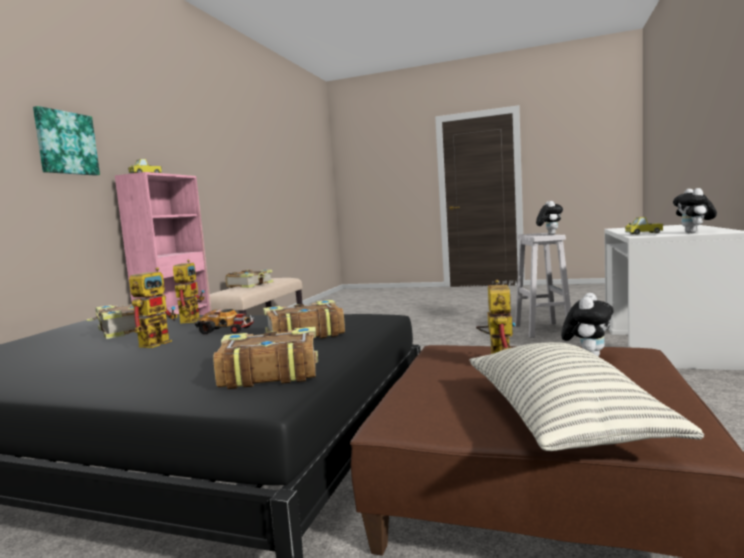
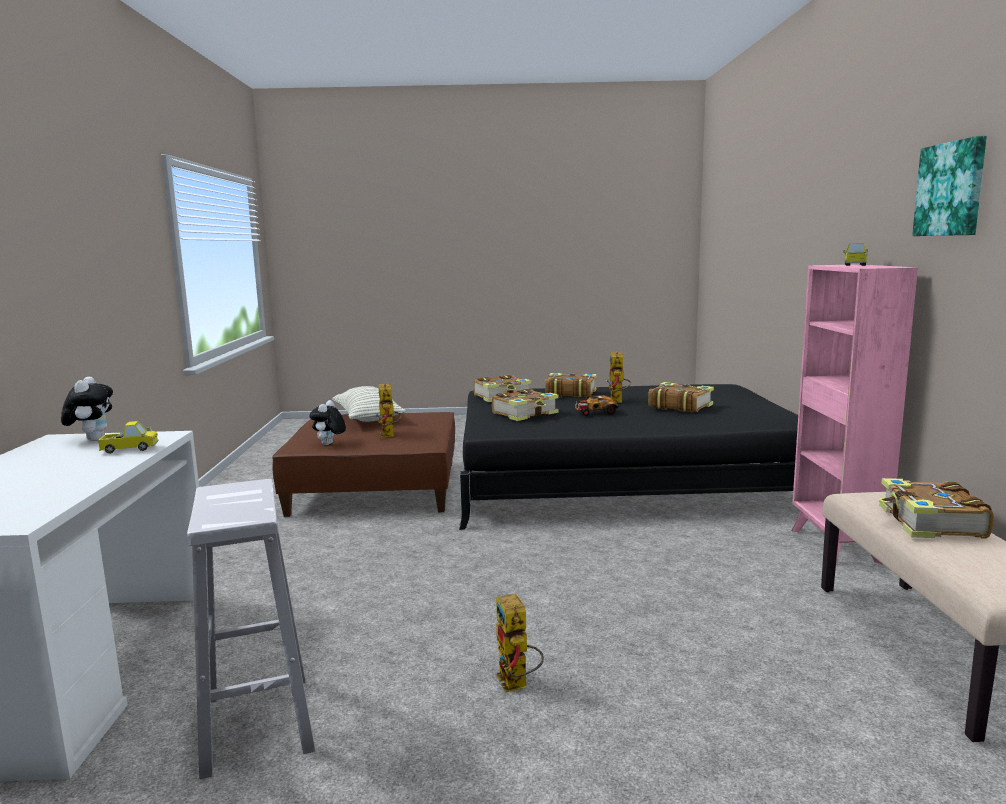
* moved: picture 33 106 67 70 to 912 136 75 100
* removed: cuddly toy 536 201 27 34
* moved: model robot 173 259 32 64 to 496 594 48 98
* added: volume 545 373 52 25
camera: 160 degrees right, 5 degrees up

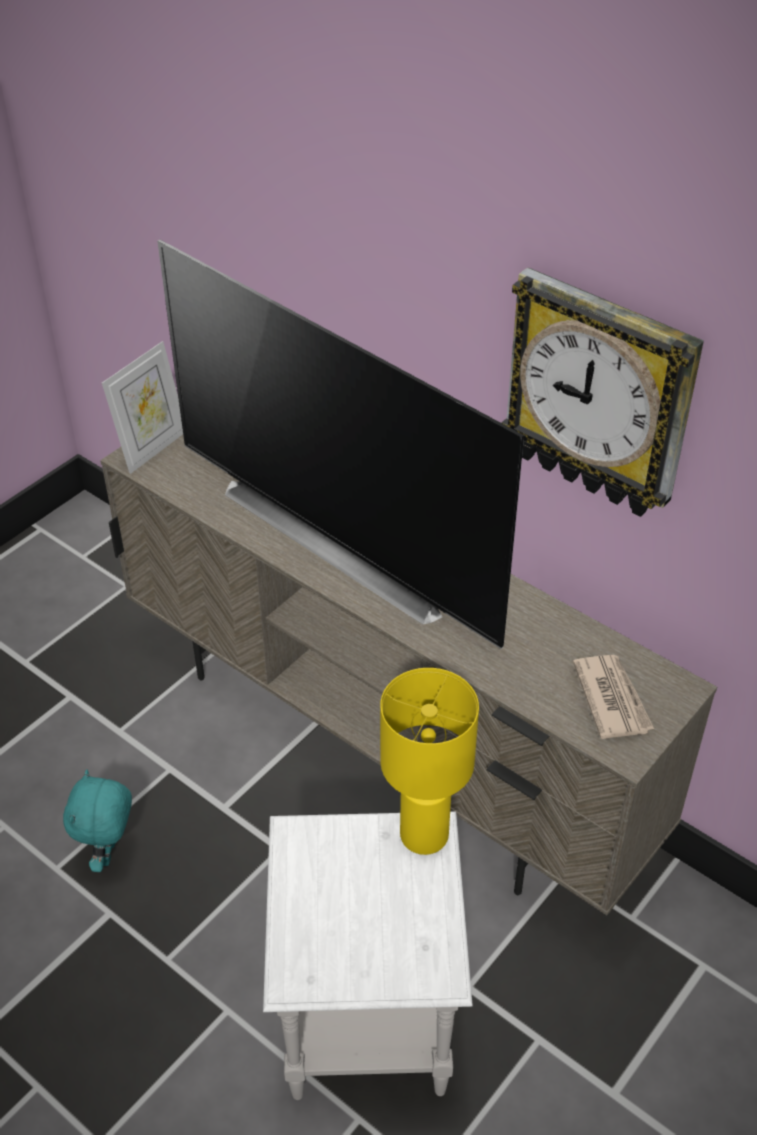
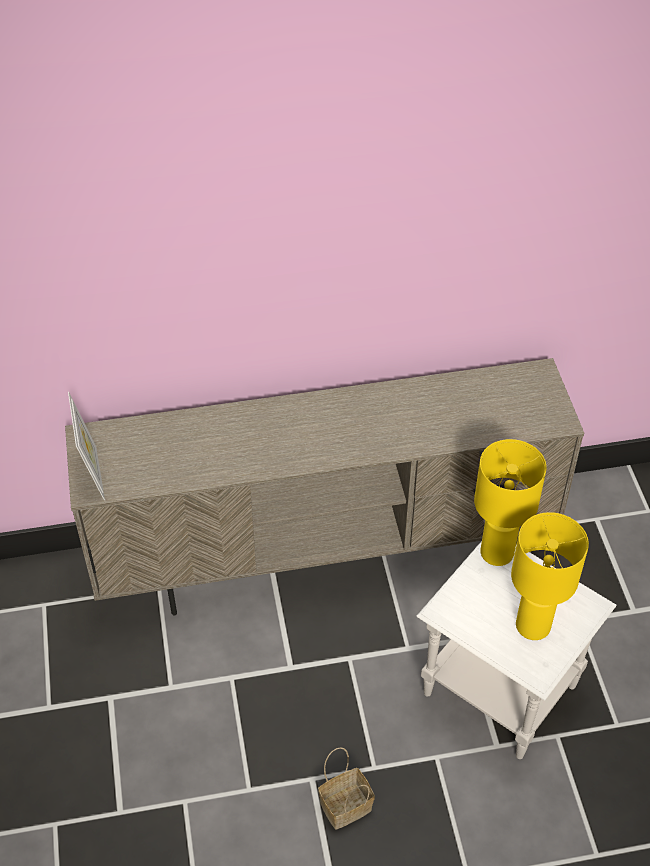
* removed: television 157 240 367 409
* removed: clock on the wall 501 267 203 250
* removed: newspaper 573 655 81 84
* removed: cuddly toy/turquoise-coloured 63 770 69 102
* added: lamp for a table/yellow-coloured 511 512 78 128
* added: basket 318 747 57 83
camera: 50 degrees left, 5 degrees up

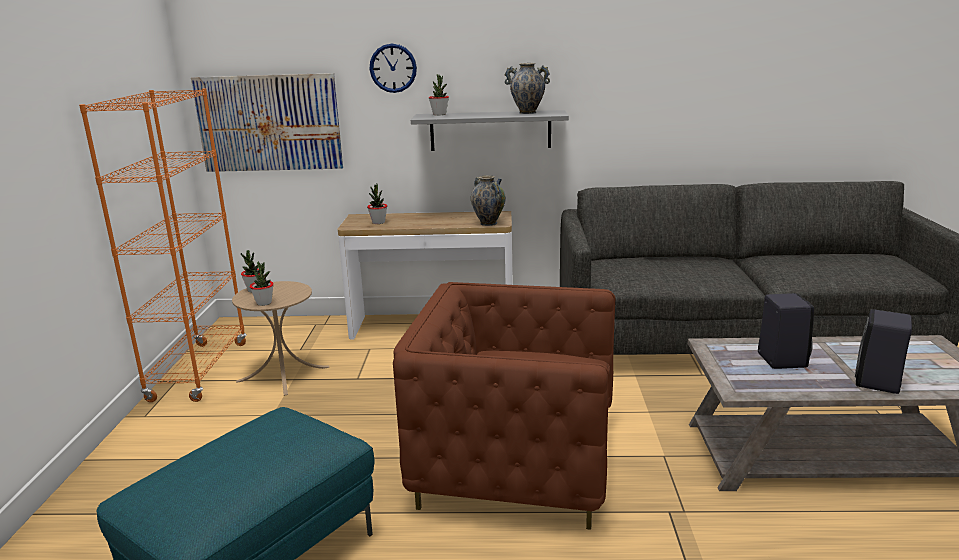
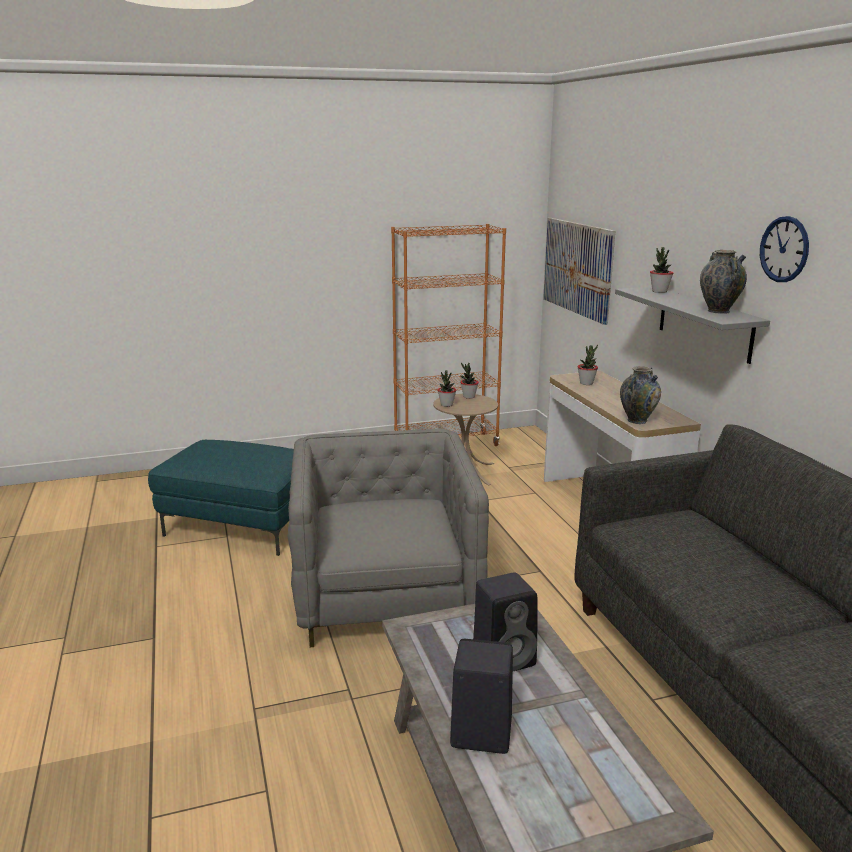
* moved: clock on the wall 370 44 47 49 to 760 216 49 66
* recoloured: easy chair/brownish 393 282 222 248 to easy chair/grey 287 429 202 218
camera: 70 degrees right, 0 degrees up

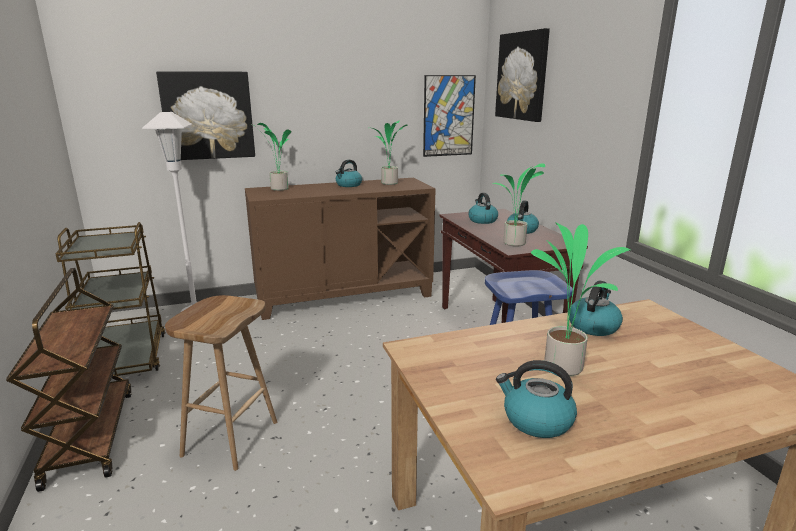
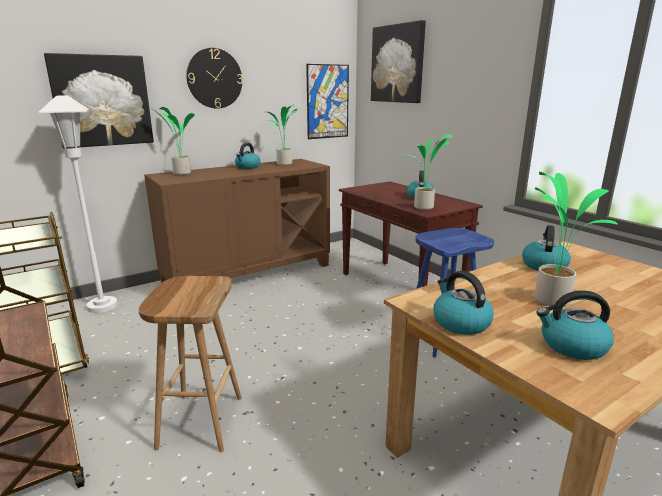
* moved: tea kettle 468 193 30 31 to 433 271 61 64
* added: clock on the wall 186 48 57 61
camera: 15 degrees left, 0 degrees up

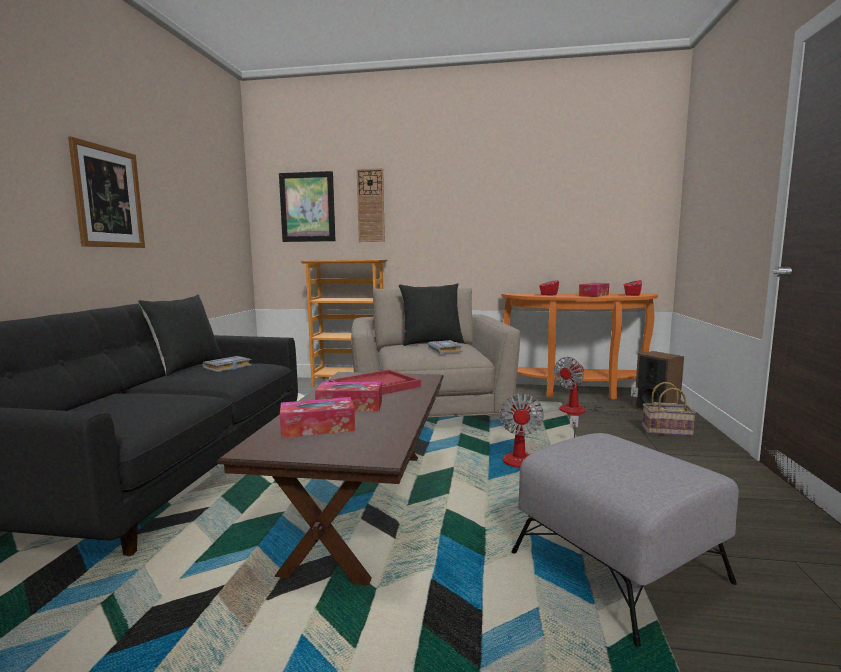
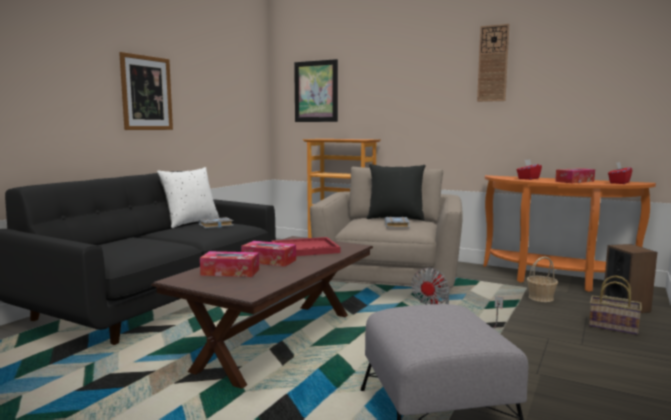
* moved: clock on the wall 357 168 28 74 to 477 24 32 78
* recoloured: cushion/blackish 138 295 84 81 to cushion/white-coloured 157 167 62 61
* replaced: electric fan 554 357 84 58 to basket 527 256 31 46
camera: 20 degrees right, 0 degrees up

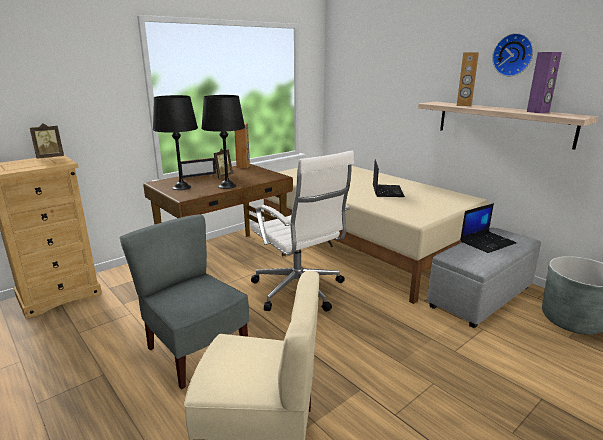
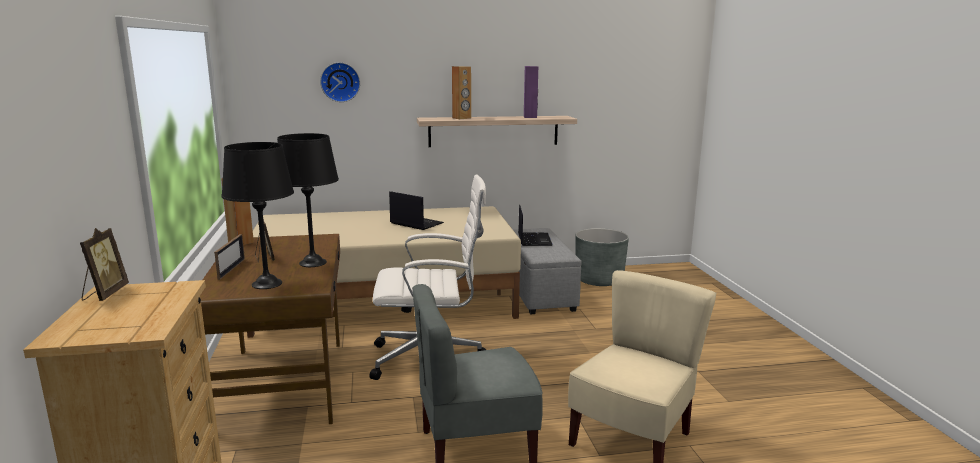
* moved: clock on the wall 492 33 41 43 to 320 62 40 40
camera: 60 degrees left, 5 degrees down

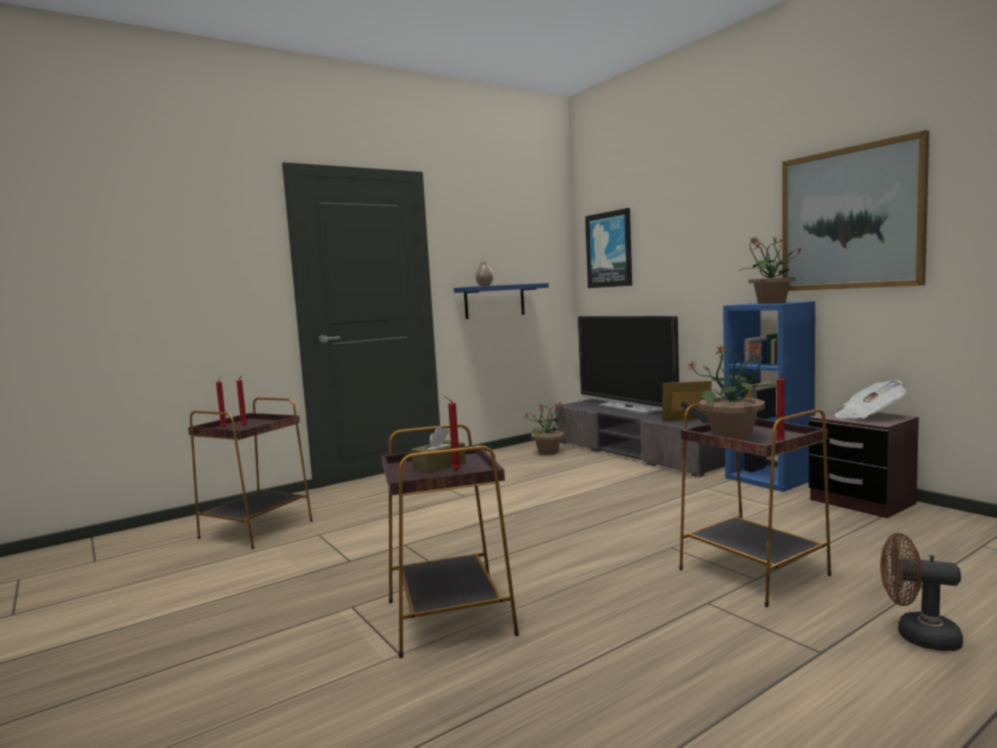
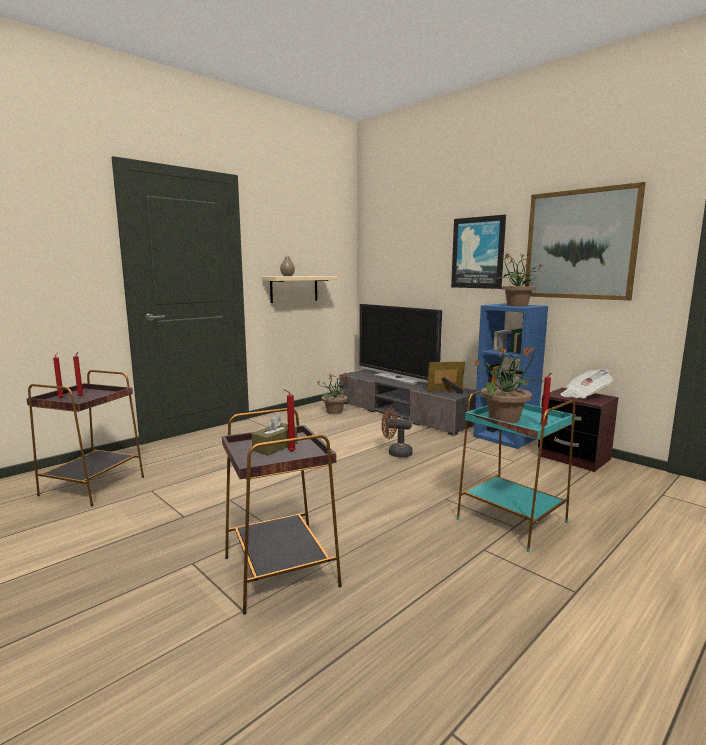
* moved: picture 585 208 47 80 to 451 215 55 74
* recoloured: shelf/blue 454 283 95 36 to shelf/sand-coloured 262 276 76 27
* recoloured: end table/brownish 679 404 152 203 to end table/turquoise-coloured 457 391 118 161
* moved: electric fan/brownish 880 533 83 118 to 382 407 31 50
camera: 10 degrees left, 5 degrees up

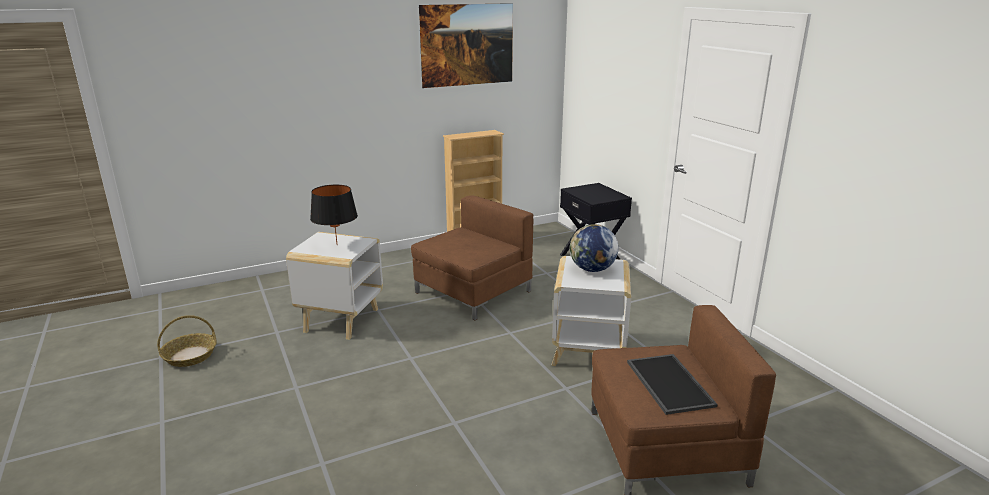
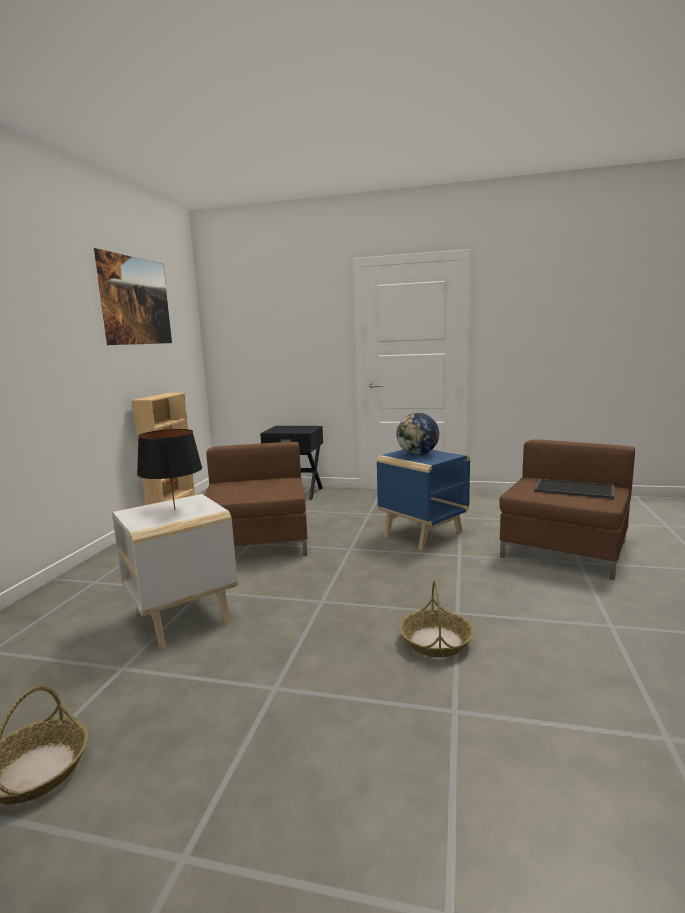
* recoloured: end table/white-coloured 552 256 79 110 to end table/blue 377 449 93 101
* added: basket 399 580 75 78
camera: 50 degrees left, 10 degrees down

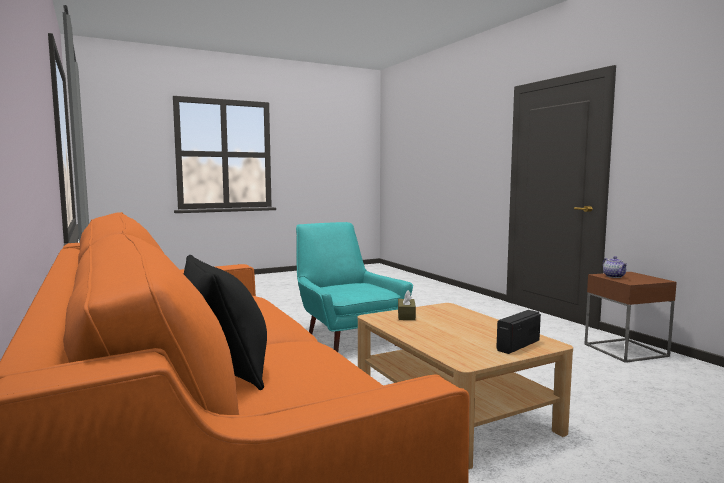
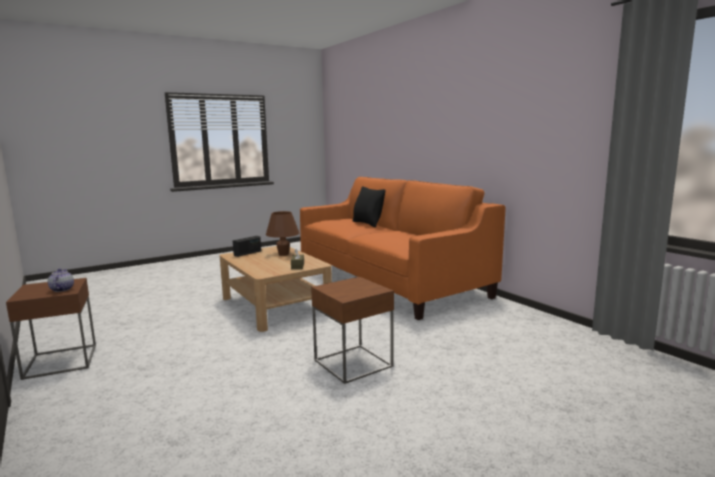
* replaced: easy chair/turquoise-coloured 296 222 117 130 to end table/brownish 311 277 83 107
* added: lamp for a table/brownish 266 211 33 45
camera: 175 degrees right, 5 degrees up

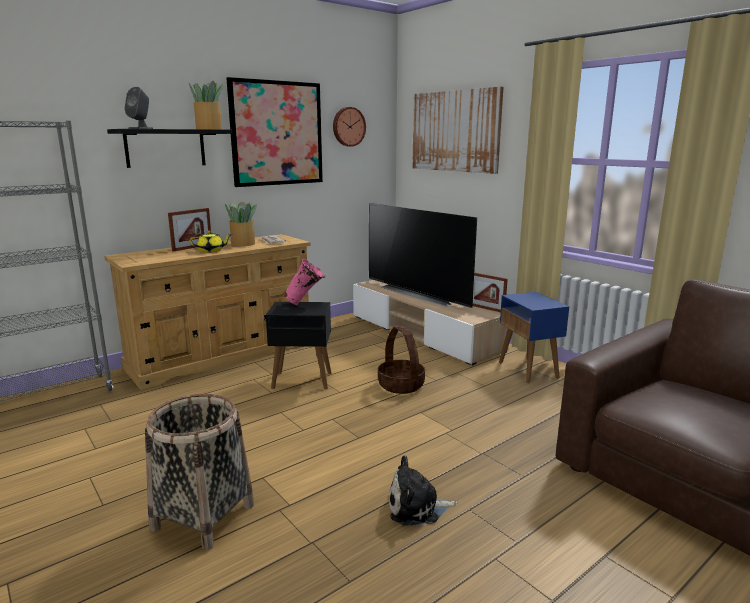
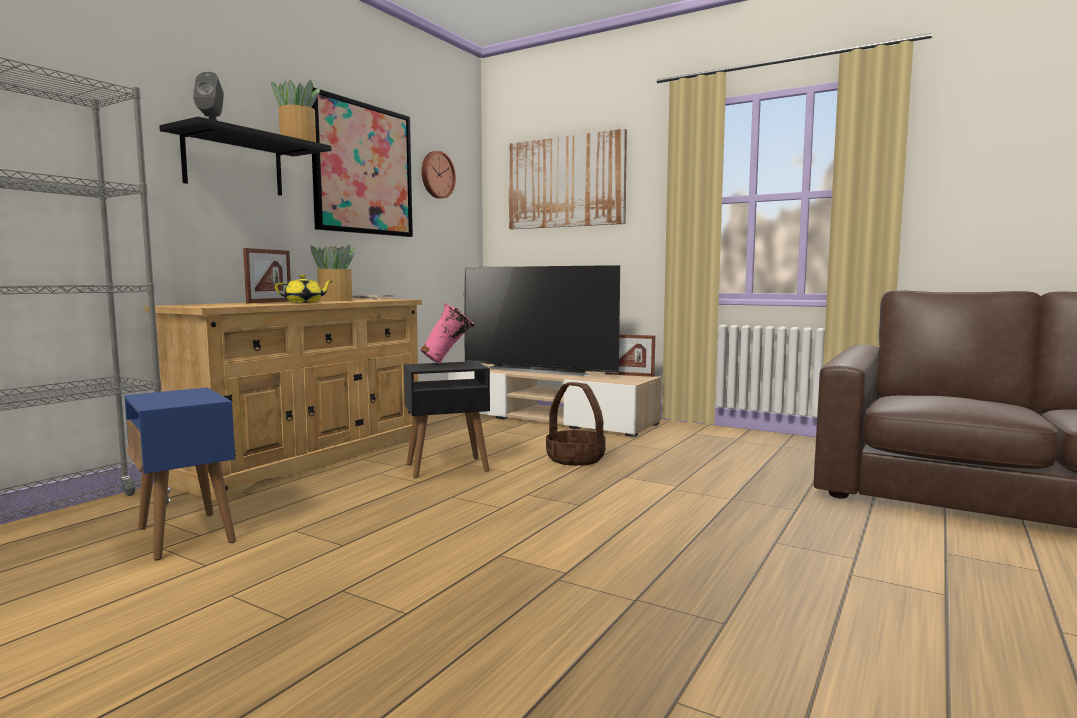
* moved: end table/blue 499 292 70 91 to 124 387 112 173
* removed: basket 145 394 109 156
* removed: cuddly toy 389 456 69 70
camera: 20 degrees left, 10 degrees down

